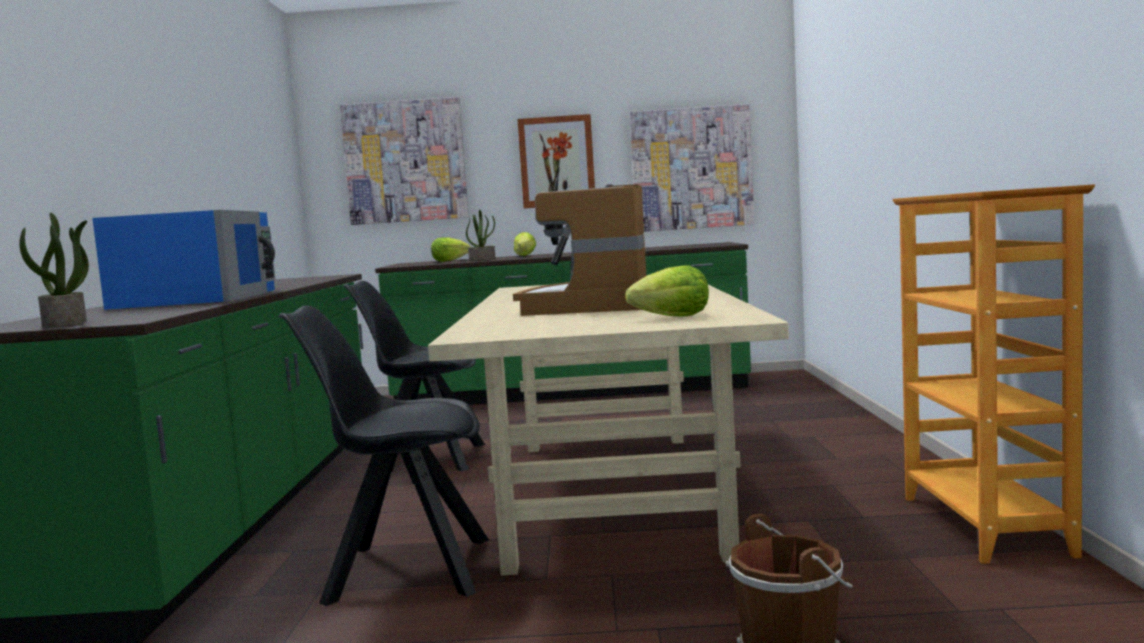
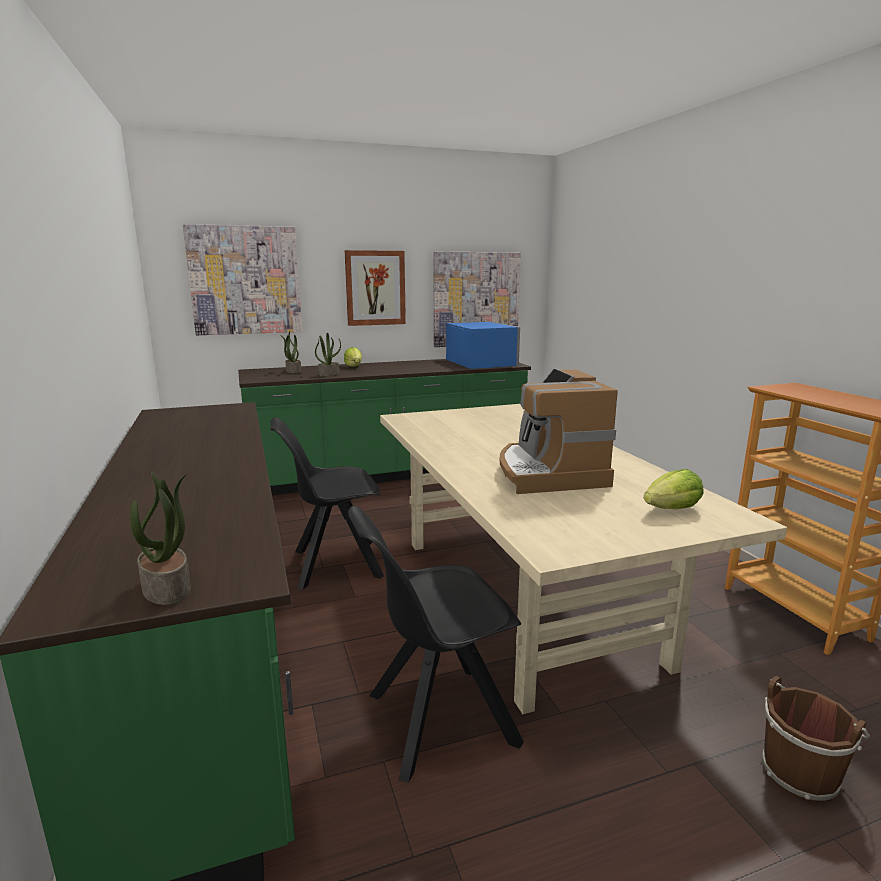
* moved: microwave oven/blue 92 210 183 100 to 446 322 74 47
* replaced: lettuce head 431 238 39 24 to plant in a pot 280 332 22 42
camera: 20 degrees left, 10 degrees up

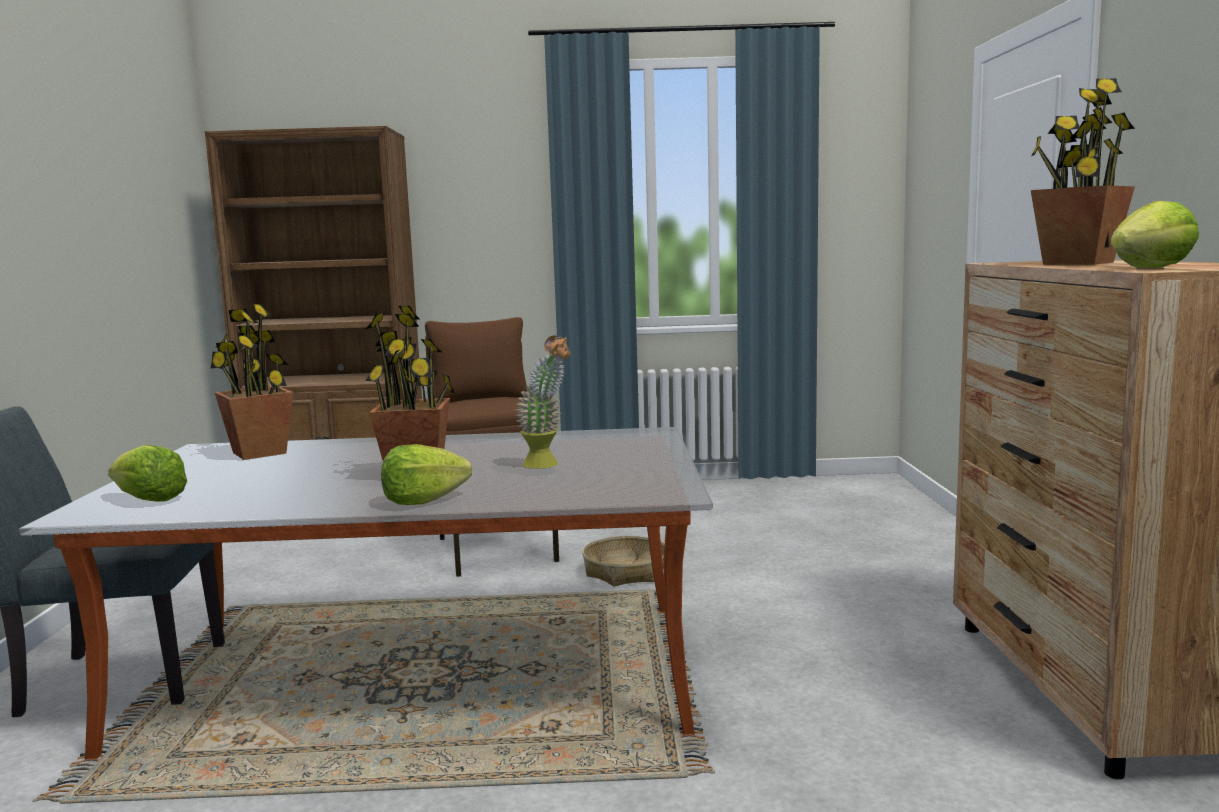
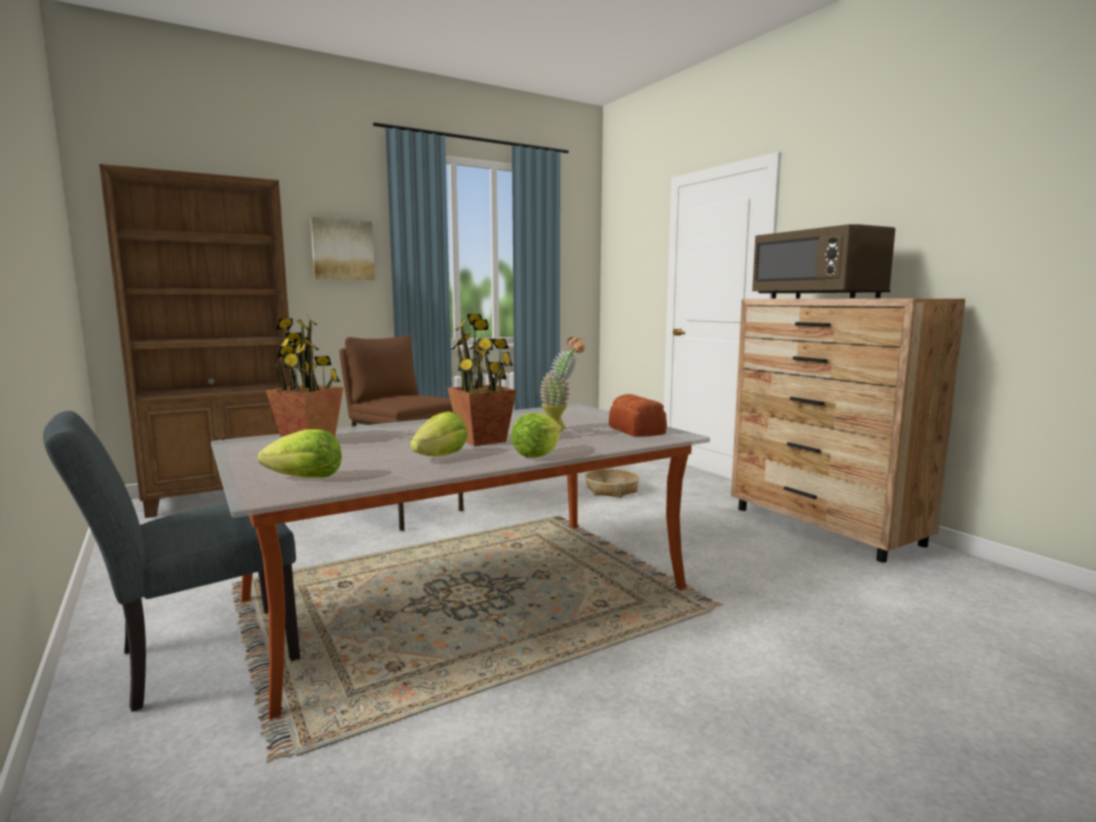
* replaced: plant in a pot 1031 78 104 187 to microwave oven/brownish 752 224 143 74
* moved: lettuce head 1111 201 88 67 to 410 411 57 45
* moved: basket 582 536 83 50 to 585 469 54 29
* added: picture 310 217 65 63
* added: baked bread 609 394 58 43
camera: 30 degrees left, 0 degrees up

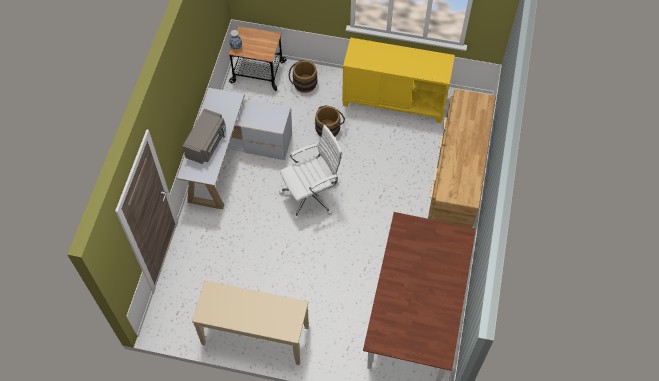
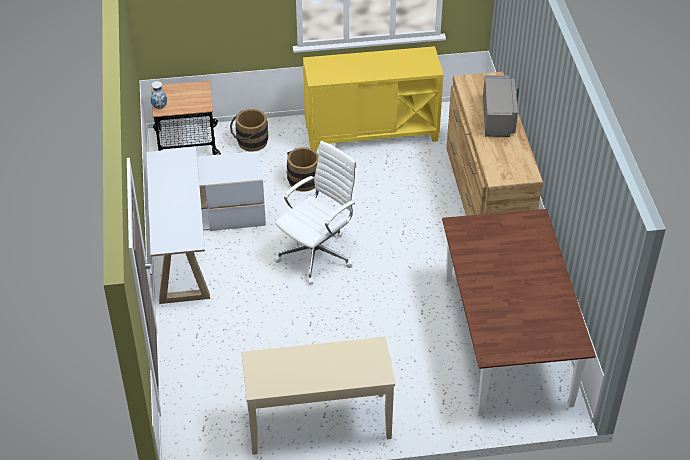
* moved: microwave oven/grey 183 108 43 56 to 483 75 36 62
camera: 20 degrees left, 15 degrees down

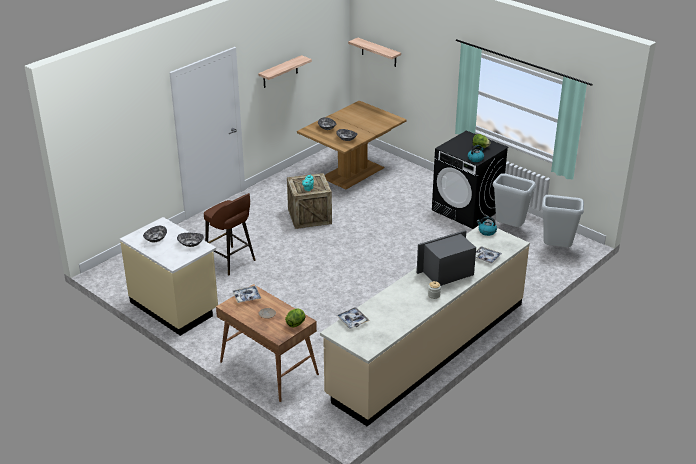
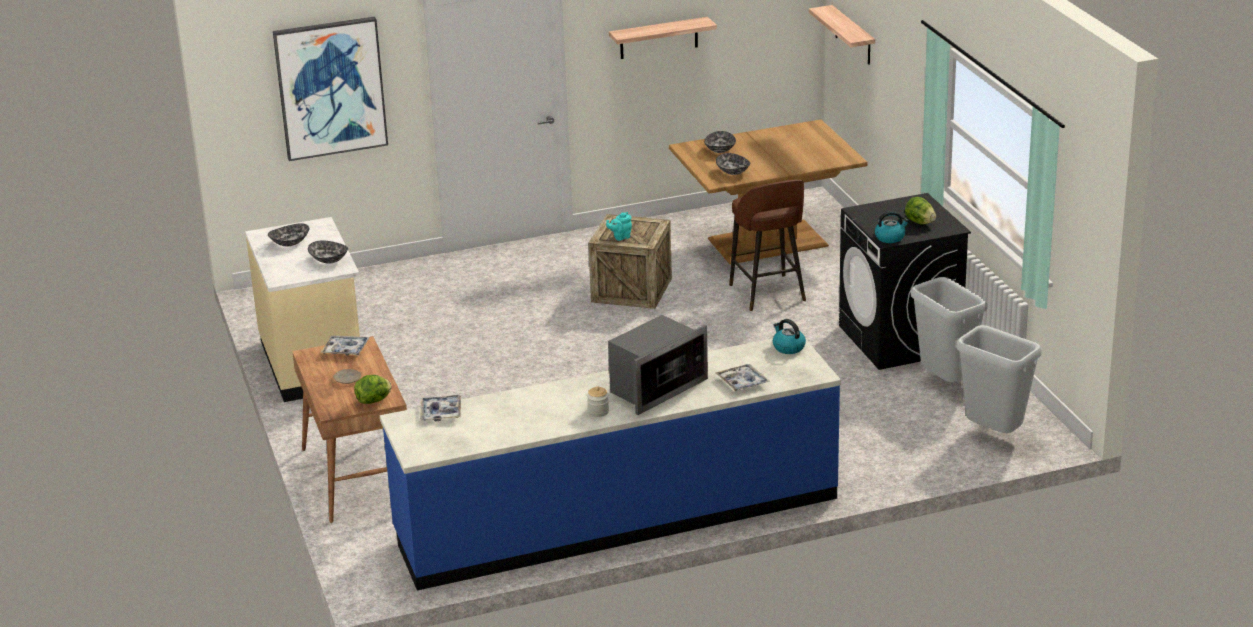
* moved: stool seat/brownish 204 193 52 83 to 729 180 77 131
* recoloured: kitchen base unit/sand-coloured 320 226 210 200 to kitchen base unit/blue 380 339 461 252
* turned: microwave oven 417 230 59 56 = 608 315 100 100 135 degrees clockwise
* added: picture 273 16 115 145
camera: 30 degrees right, 5 degrees down

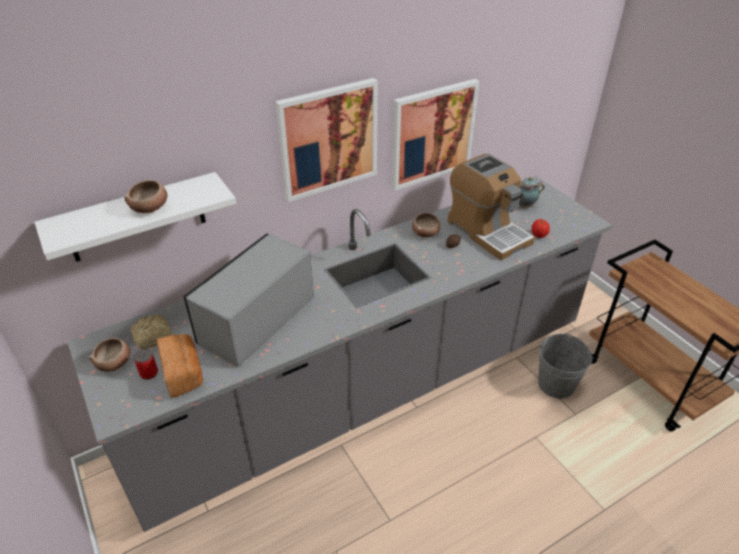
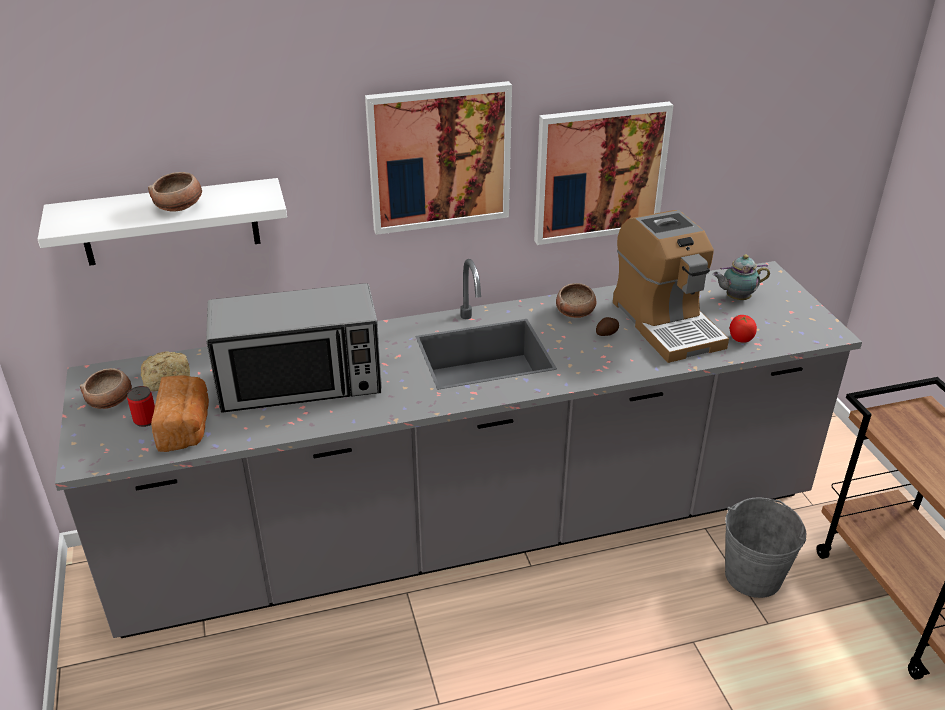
* turned: microwave oven 183 233 131 134 = 206 283 176 130 150 degrees counterclockwise
camera: 15 degrees right, 5 degrees down

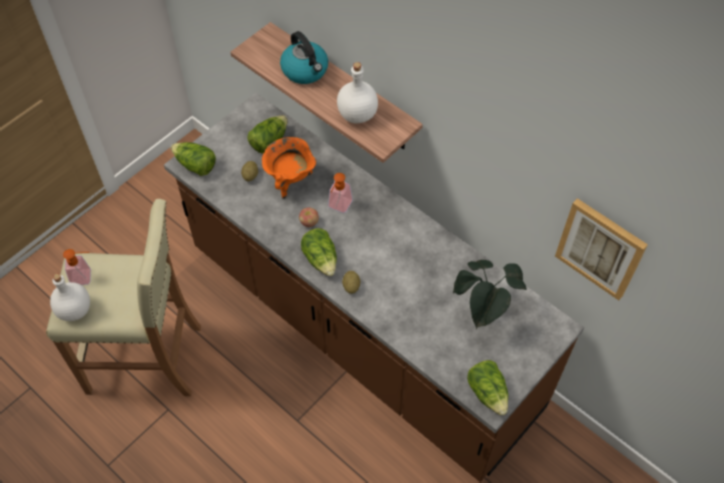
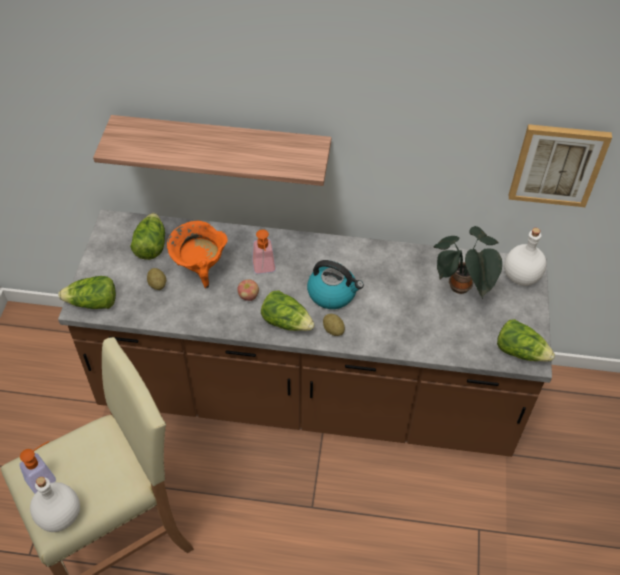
* moved: tea kettle 280 31 48 53 to 307 260 57 49
* moved: bottle/white-coloured 337 62 41 61 to 504 228 42 58
camera: 35 degrees left, 5 degrees down

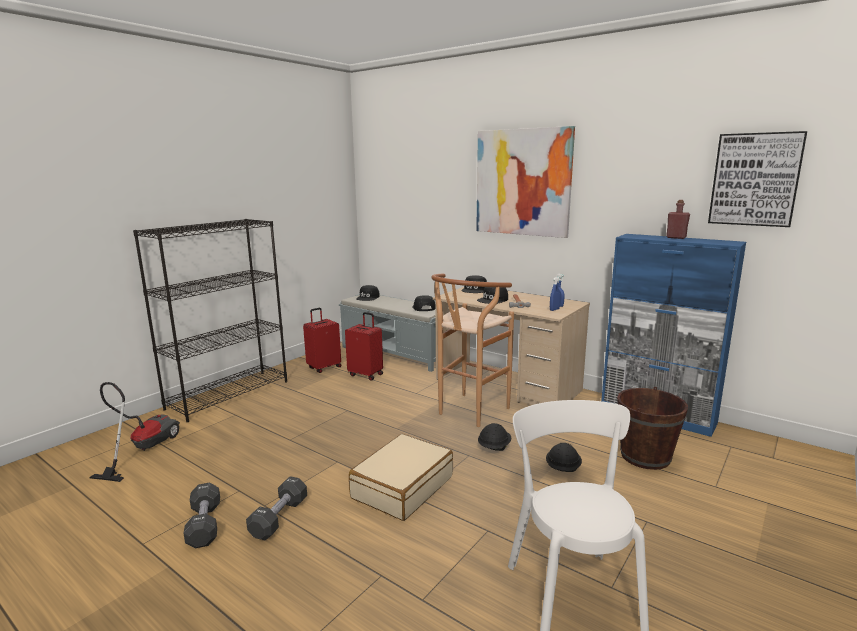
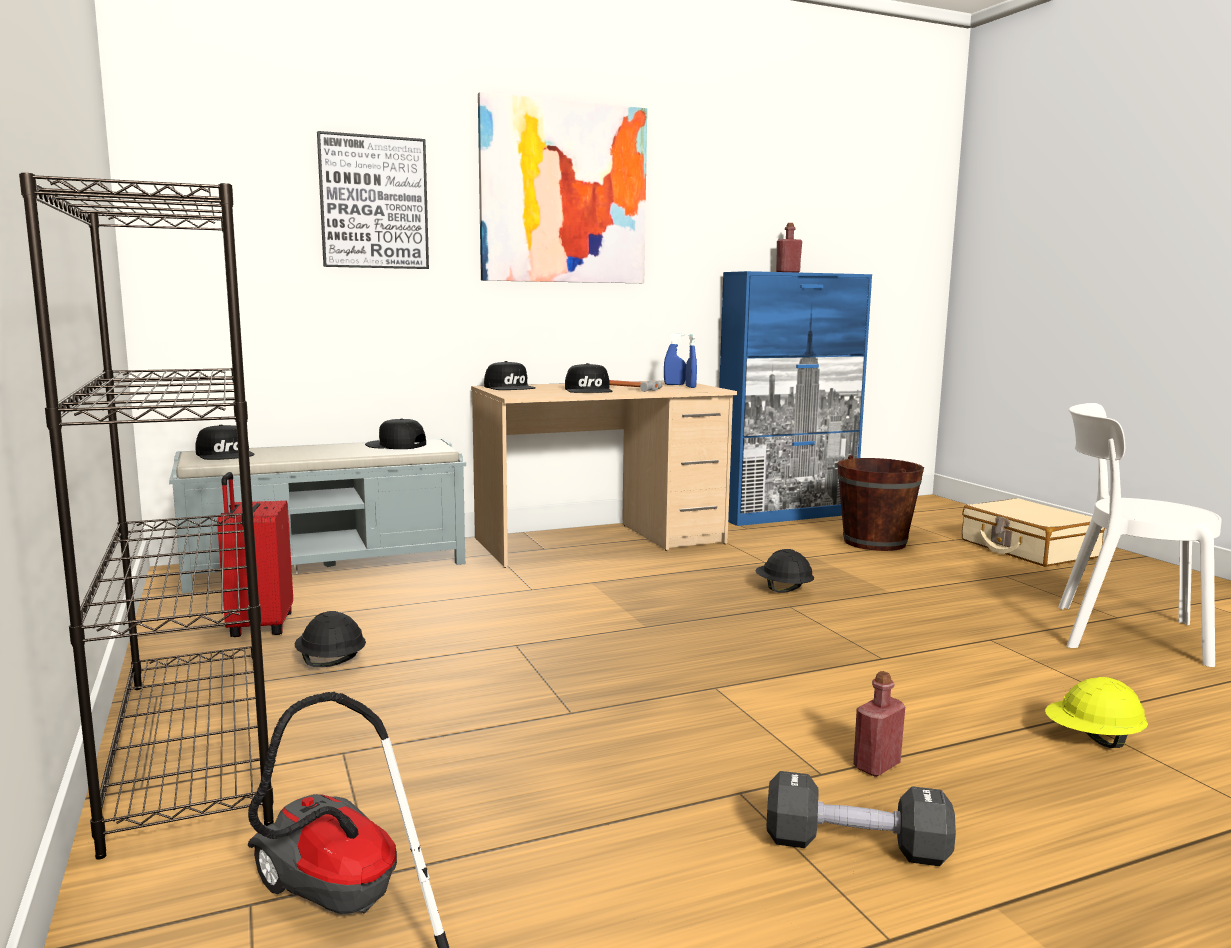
* moved: picture 708 131 99 96 to 317 131 112 138
* removed: stool seat/brownish 431 273 83 154
* removed: travel case/red-coloured 345 312 38 69
* moved: travel case/sand-coloured 349 434 104 87 to 962 498 143 69
* moved: safety helmet/blackish 546 443 36 29 to 295 611 71 56
* replaced: hand weight/blackish 246 476 61 64 to bottle/red-coloured 853 671 52 106
* added: safety helmet/yellow-coloured 1045 677 103 71
camera: 60 degrees left, 5 degrees down

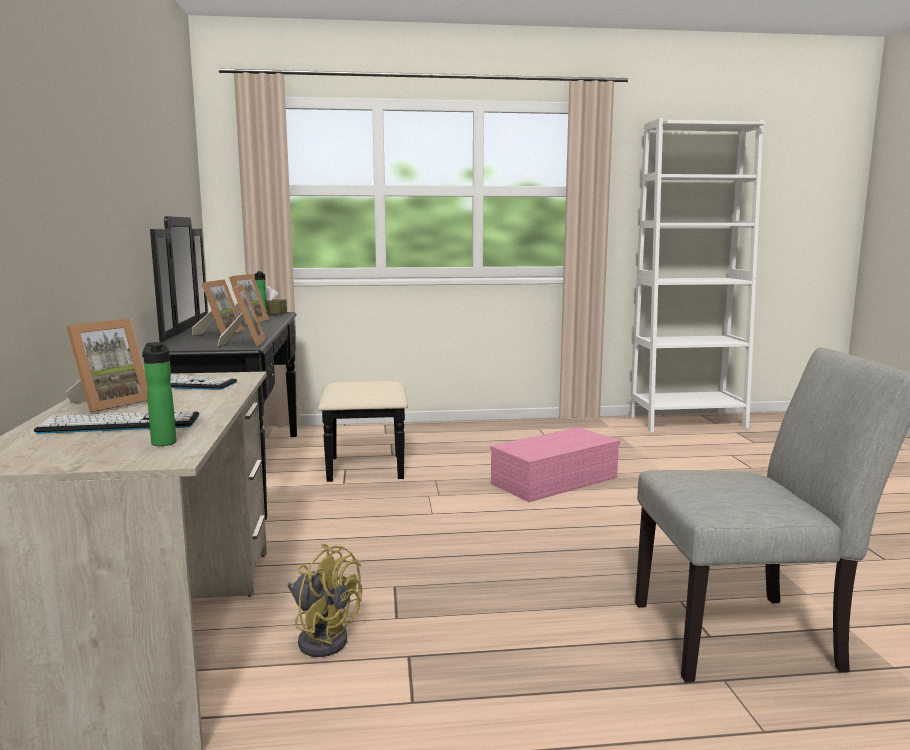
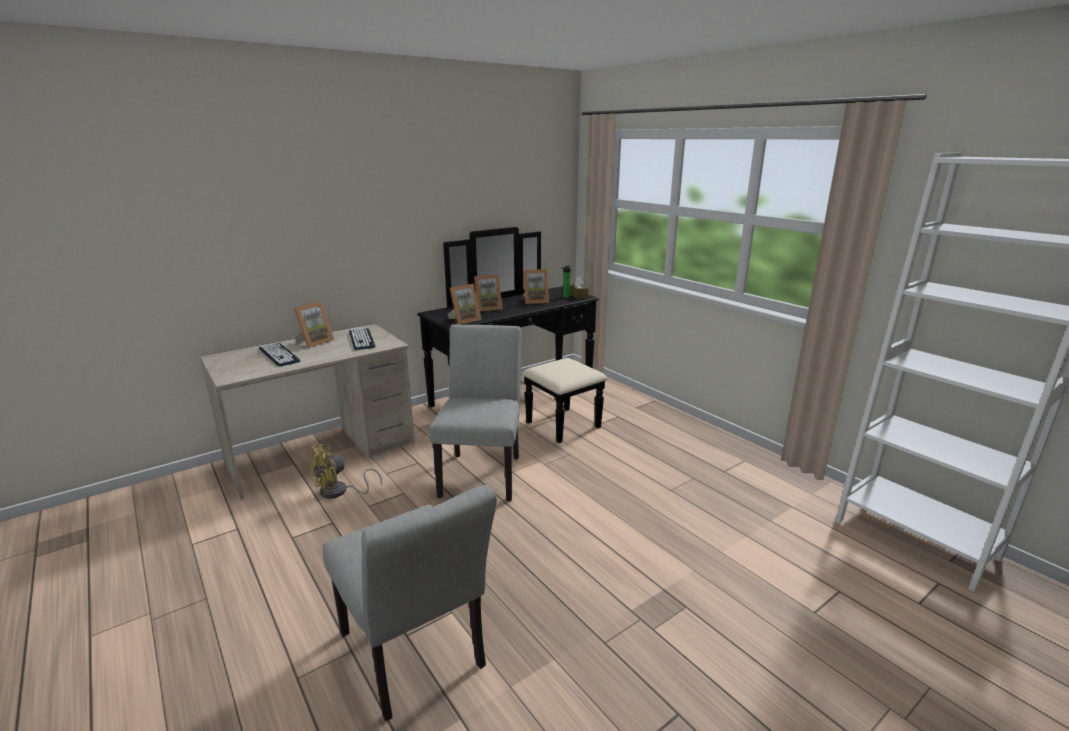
* turned: standing frame 66 319 82 94 = 294 301 40 47 60 degrees counterclockwise
* removed: bottle 143 342 33 104
* removed: storage box/pinkish 490 427 130 75
* turned: electric fan/yellow-coloured 288 544 74 113 = 308 444 74 55 45 degrees clockwise
* added: plain chair/grey 429 324 93 177
camera: 60 degrees right, 10 degrees up

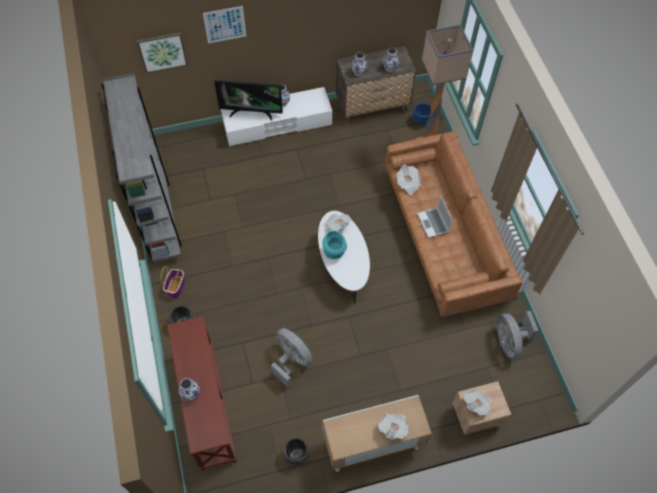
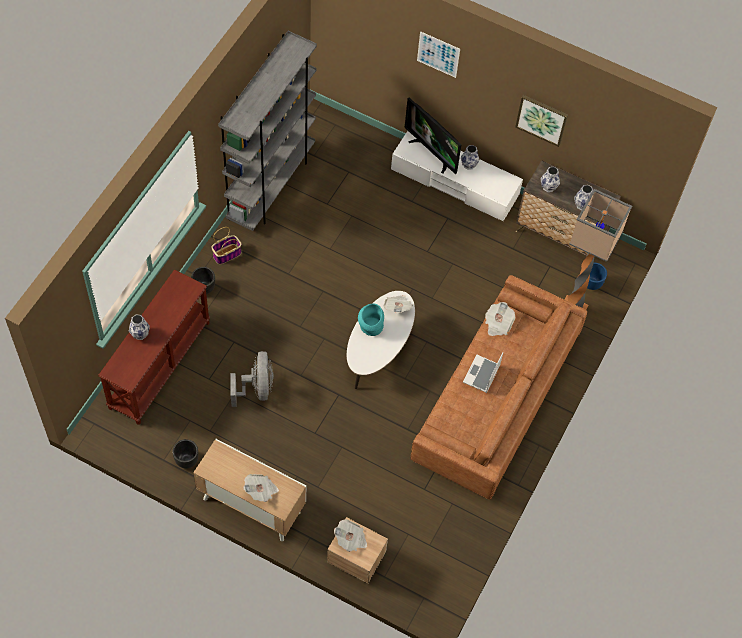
* moved: picture 136 32 52 42 to 515 95 53 52
* removed: electric fan/grey 497 311 41 47
camera: 40 degrees right, 0 degrees up

